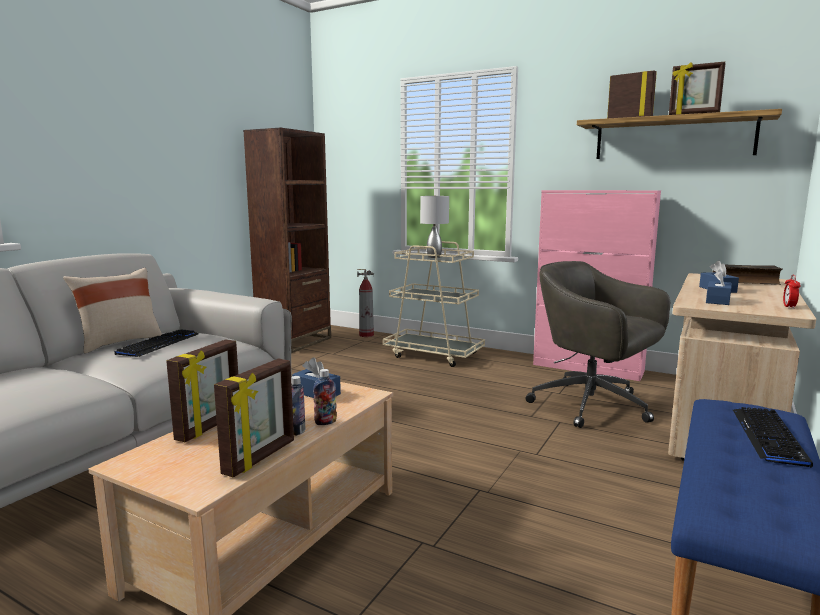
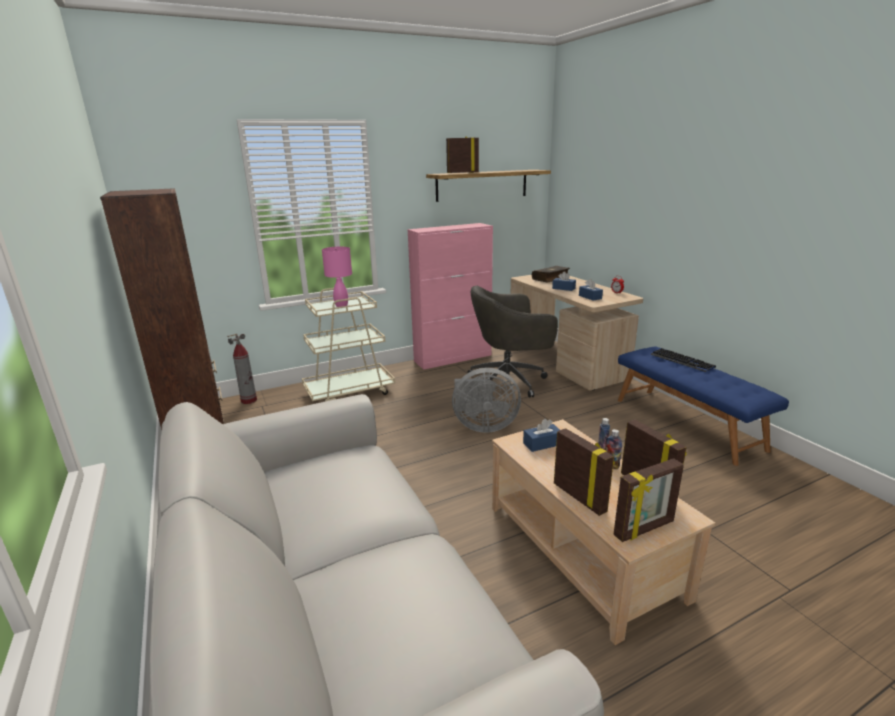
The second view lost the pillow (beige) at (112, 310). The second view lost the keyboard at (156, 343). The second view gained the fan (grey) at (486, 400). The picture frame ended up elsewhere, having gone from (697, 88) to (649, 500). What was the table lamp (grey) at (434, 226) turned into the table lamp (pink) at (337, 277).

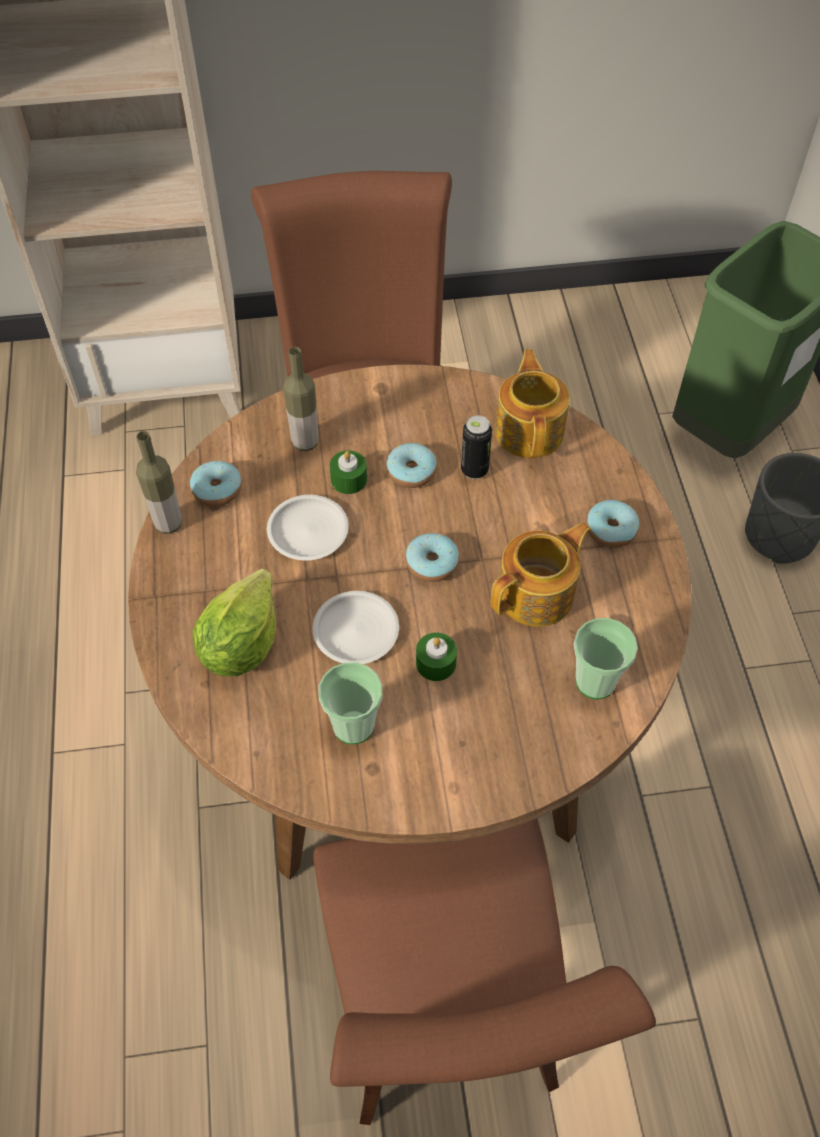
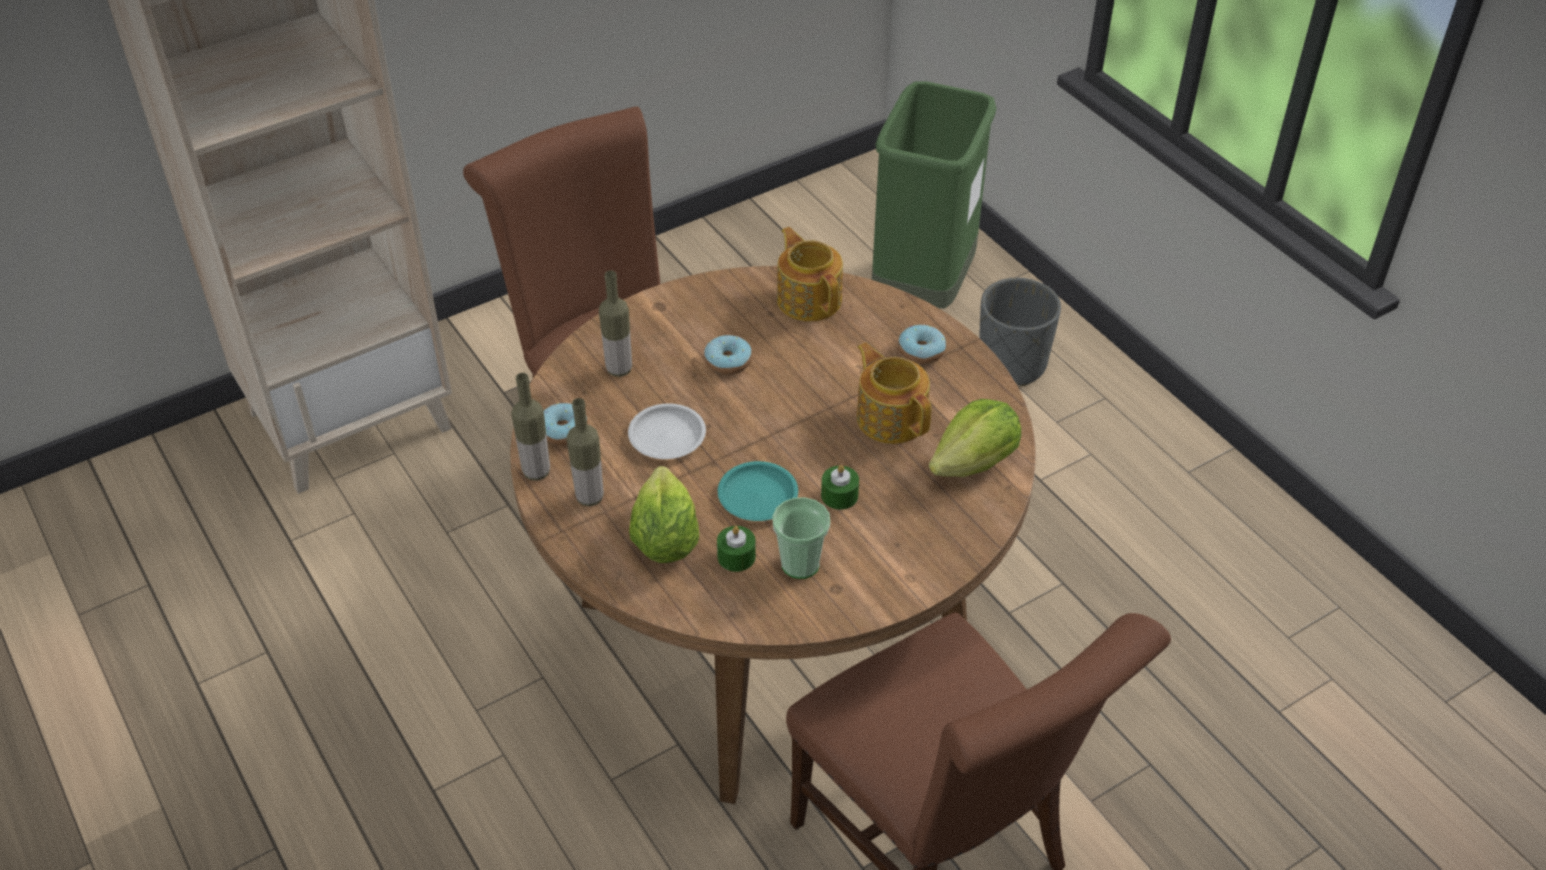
The second view lost the donut at (432, 557). The second view lost the can at (476, 447). The second view gained the bottle at (585, 452). The candle (green) ended up elsewhere, having gone from (348, 472) to (736, 549). Where the cup stood at (606, 658), the lettuce came to stand at (975, 438). What was the plate (white) at (356, 627) turned into the plate (turquoise) at (758, 491). The teapot at (541, 574) ended up facing another way, 60 degrees counterclockwise from before.

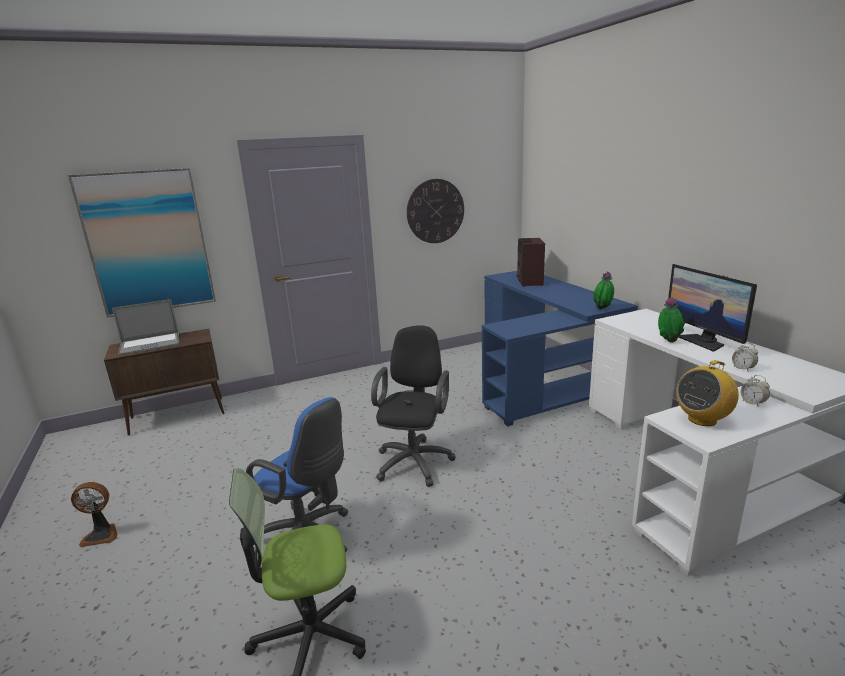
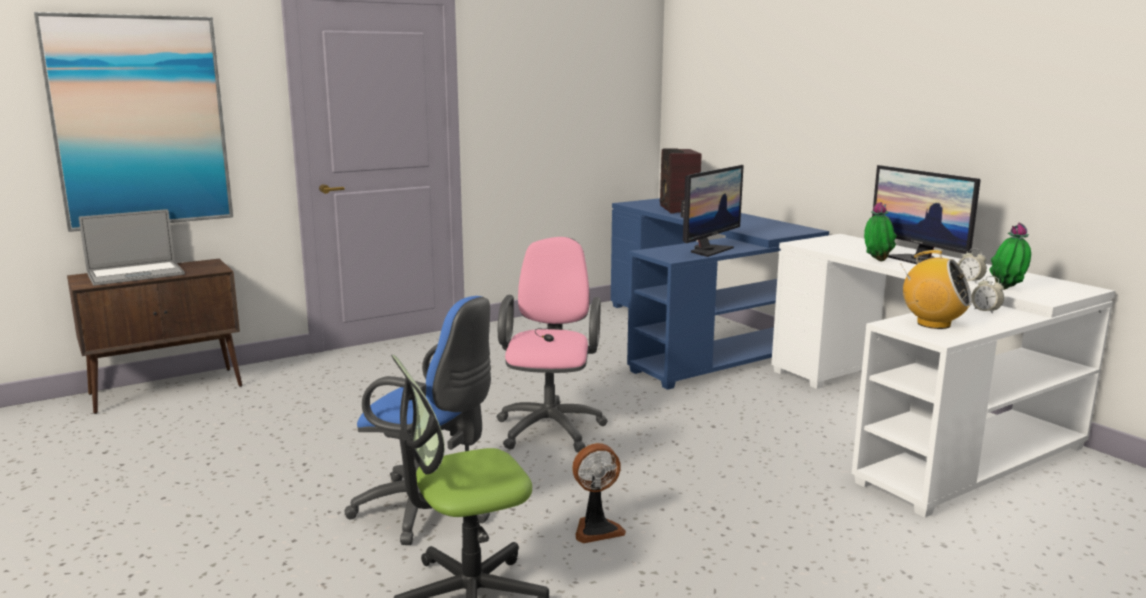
The second view lost the wall clock at (435, 211). The second view gained the monitor at (712, 211). The fan ended up elsewhere, having gone from (94, 514) to (599, 493). The potted plant ended up elsewhere, having gone from (603, 290) to (1010, 256). What was the office chair (black) at (413, 406) turned into the office chair (pink) at (552, 344). The radio at (707, 393) ended up facing another way, 105 degrees counterclockwise from before.

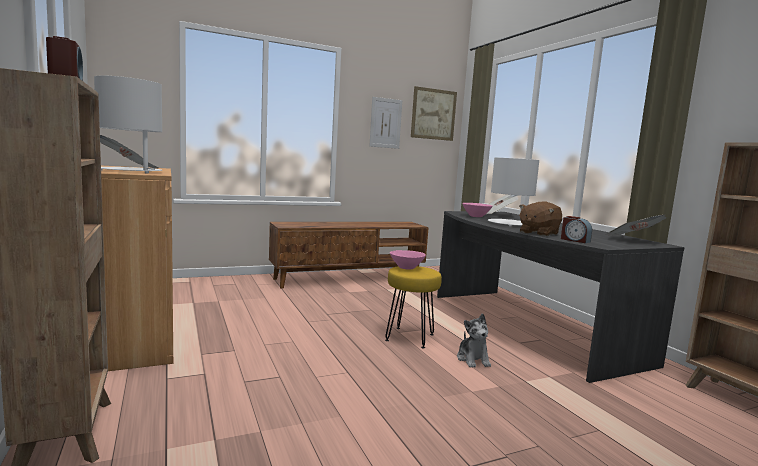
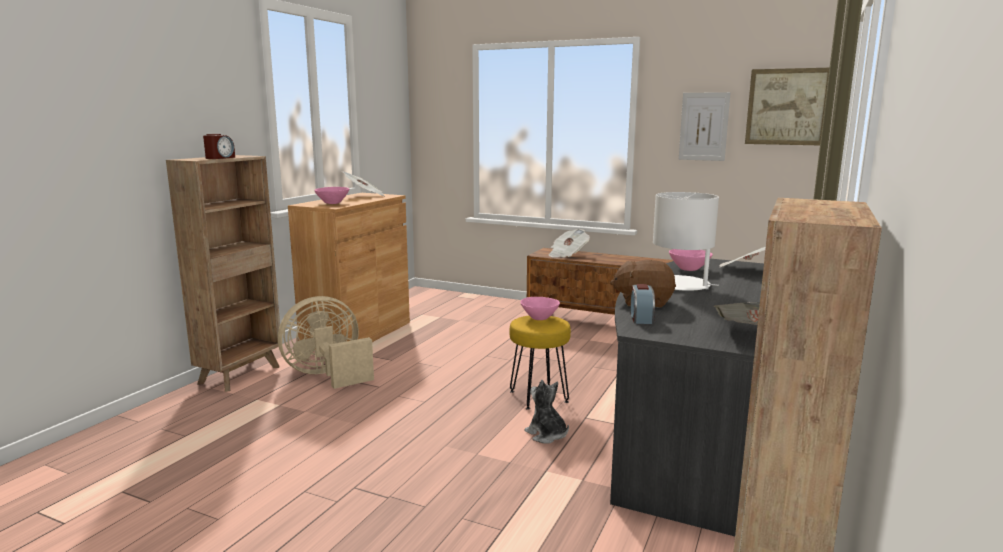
The second view gained the fan (beige) at (326, 342). The second view gained the newspaper at (569, 243). Where the table lamp (white) stood at (128, 124), the bowl (pink) came to stand at (331, 195). The plush toy at (474, 341) ended up facing another way, 105 degrees clockwise from before.

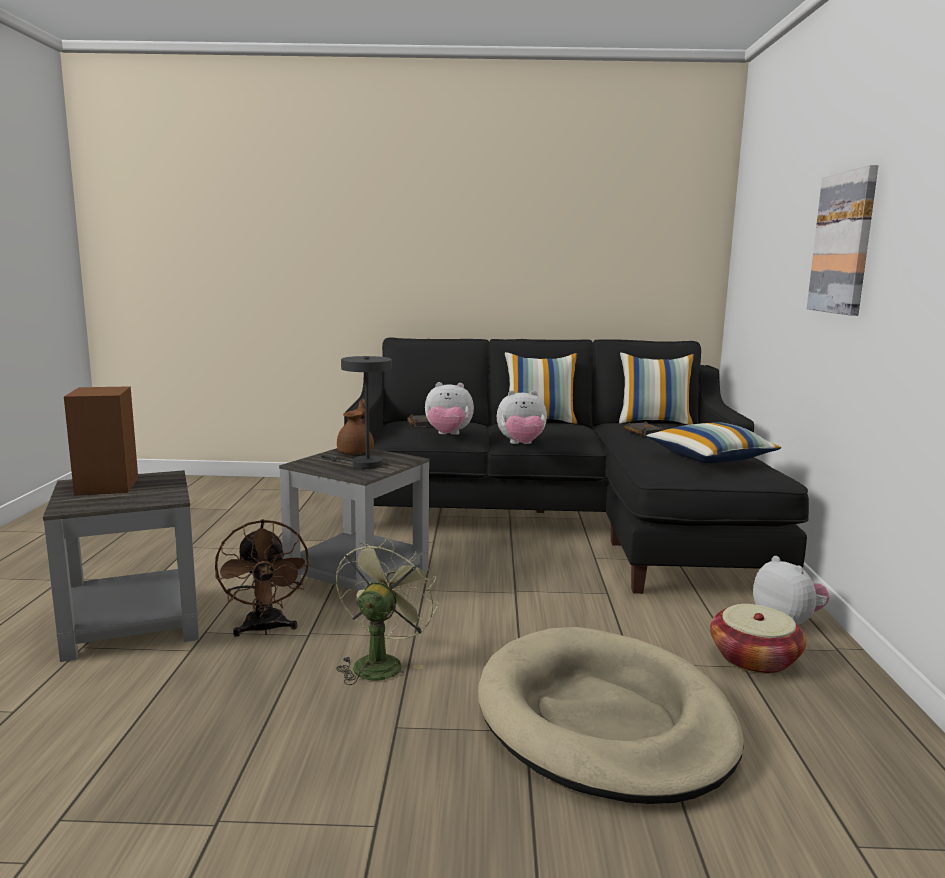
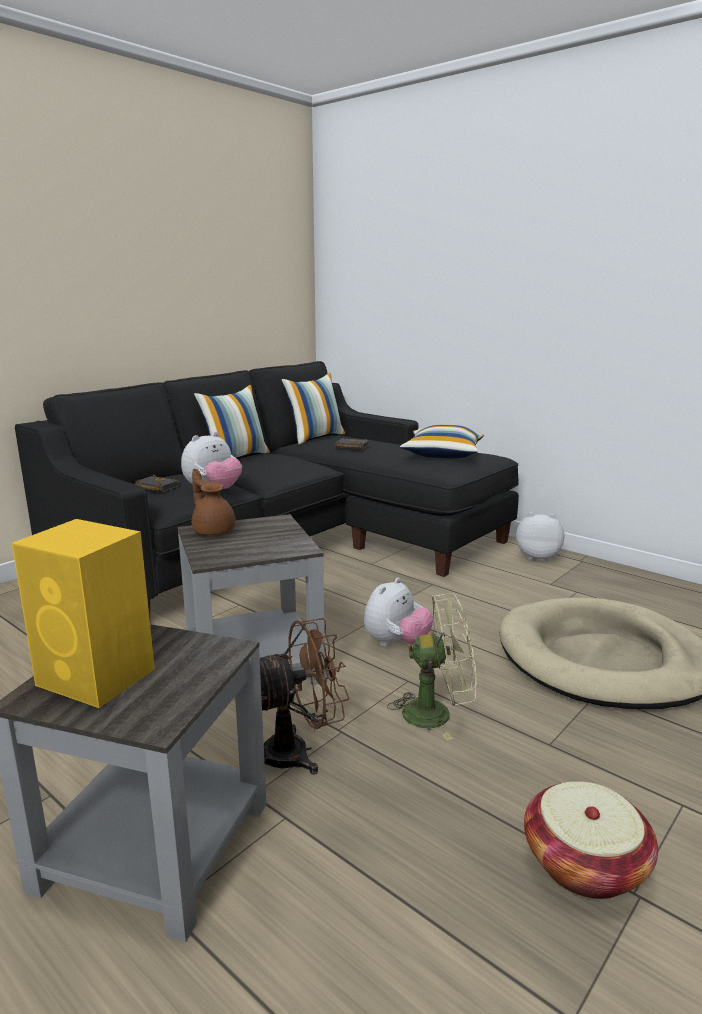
The second view lost the table lamp (grey) at (356, 412). The second view lost the picture at (842, 240). The plush toy ended up elsewhere, having gone from (522, 417) to (398, 612). The basket ended up elsewhere, having gone from (758, 639) to (591, 840). What was the speaker (brown) at (101, 441) turned into the speaker (yellow) at (83, 613). The fan (brown) at (262, 578) ended up facing another way, 45 degrees counterclockwise from before. The fan (green) at (387, 611) ended up facing another way, 120 degrees clockwise from before.

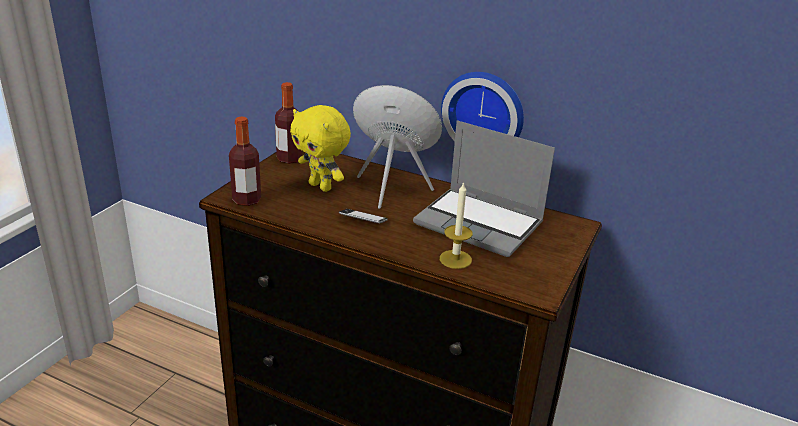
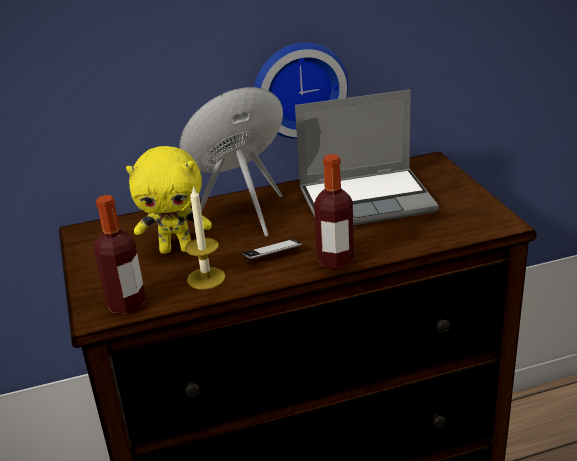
The bottle ended up elsewhere, having gone from (288, 123) to (334, 211). The candle ended up elsewhere, having gone from (456, 225) to (205, 237).

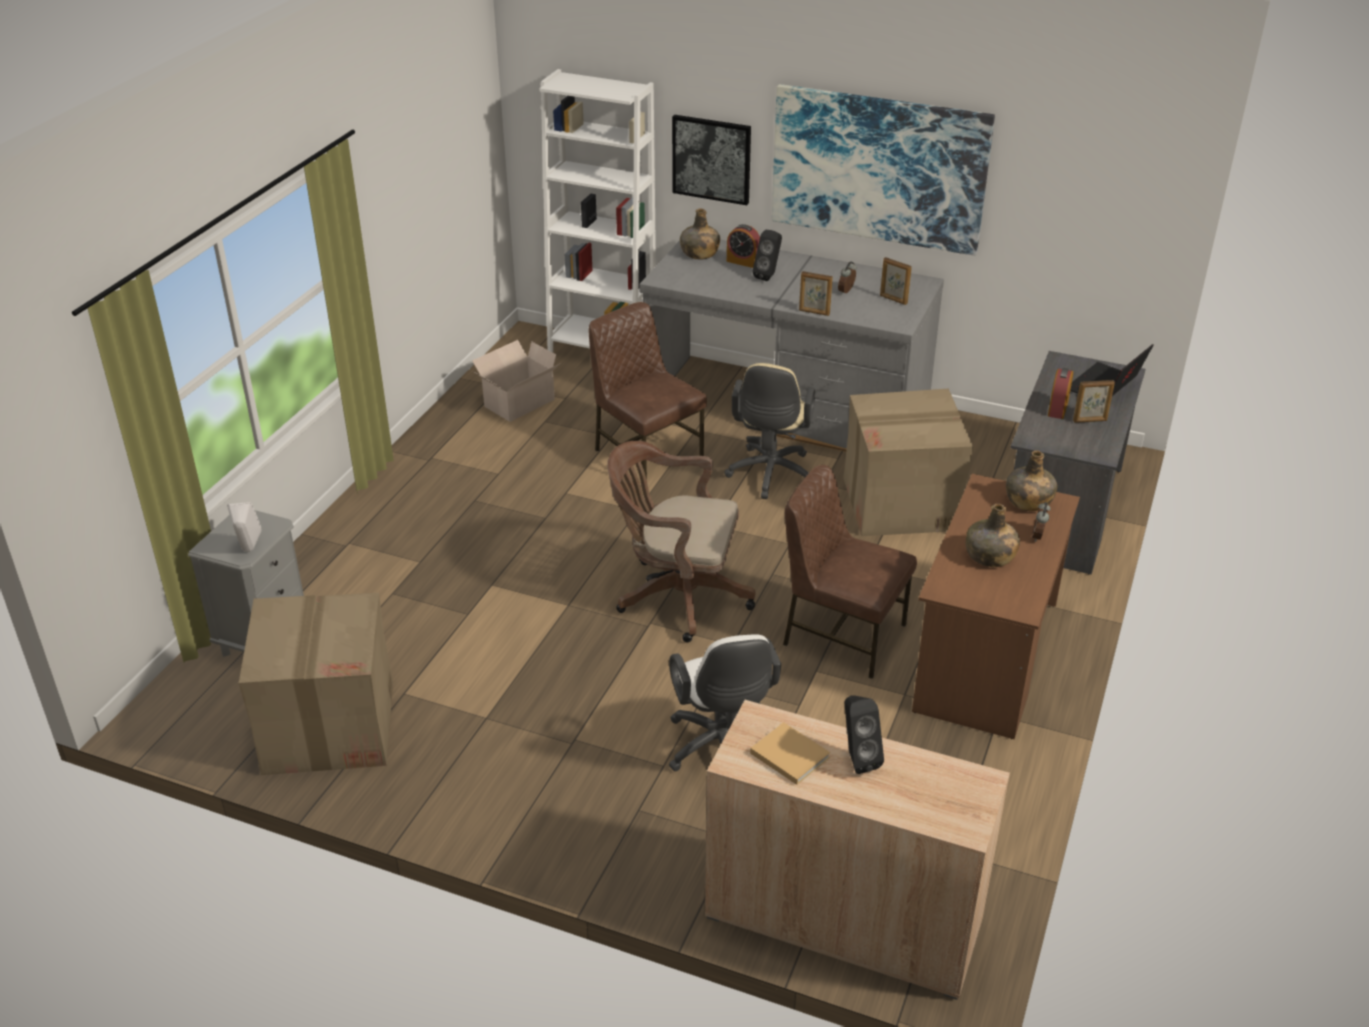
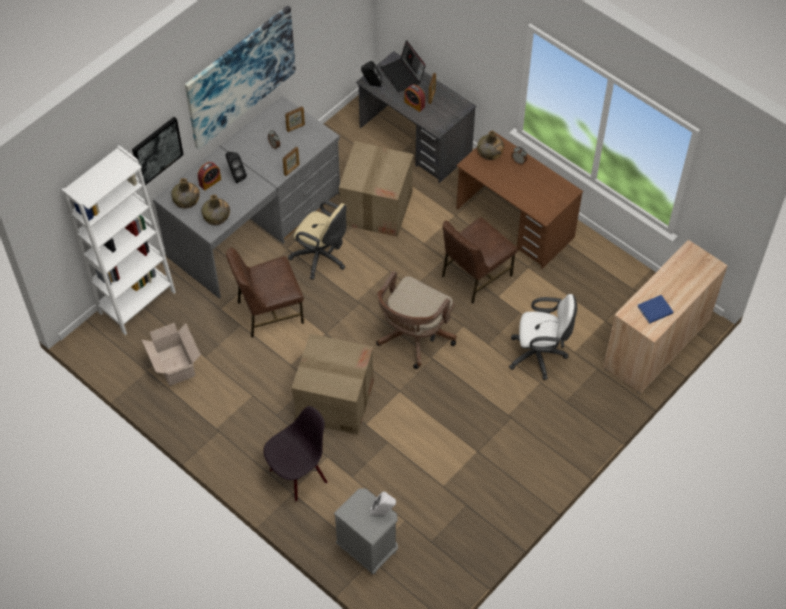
The second view gained the chair (black) at (295, 454). The cardboard box ended up elsewhere, having gone from (316, 684) to (332, 384). The speaker (black) ended up elsewhere, having gone from (864, 734) to (372, 74). The bottle (green) ended up elsewhere, having gone from (993, 535) to (215, 209). What was the book (beige) at (790, 753) turned into the book (blue) at (655, 309).

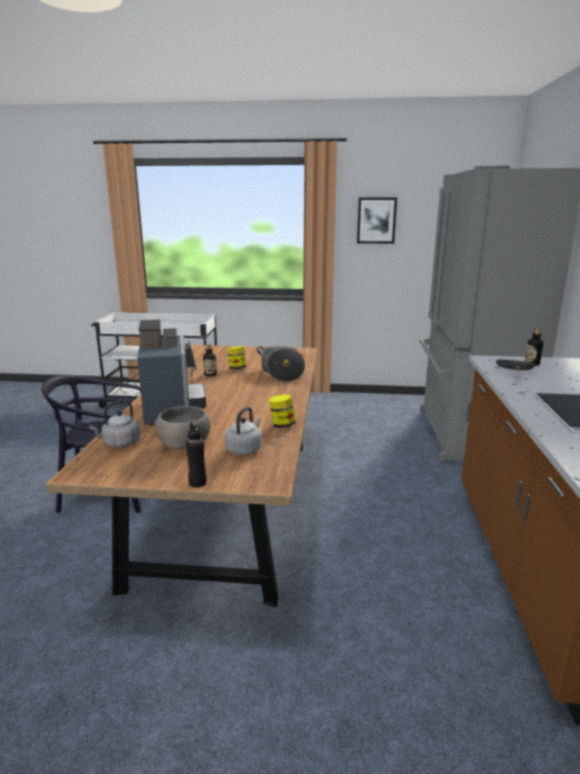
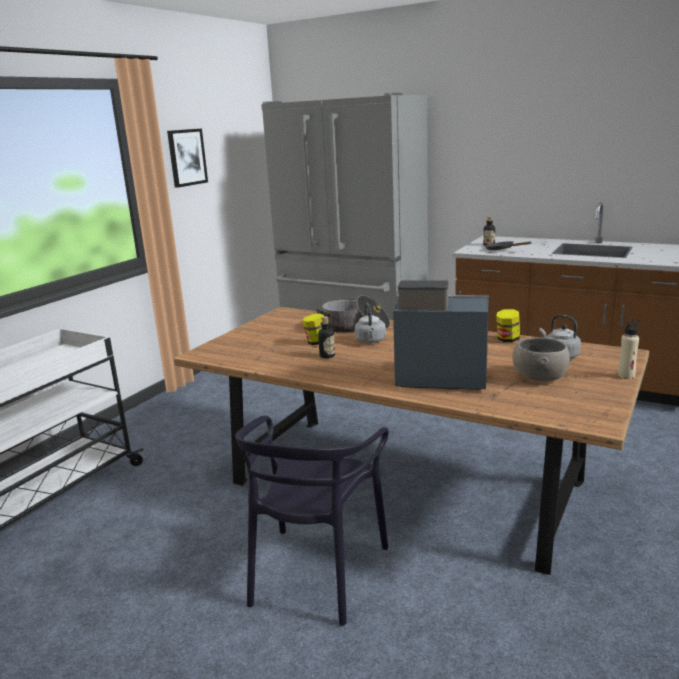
The kettle (grey) ended up elsewhere, having gone from (114, 424) to (370, 323). What was the bottle (black) at (196, 455) turned into the bottle (beige) at (628, 349).

